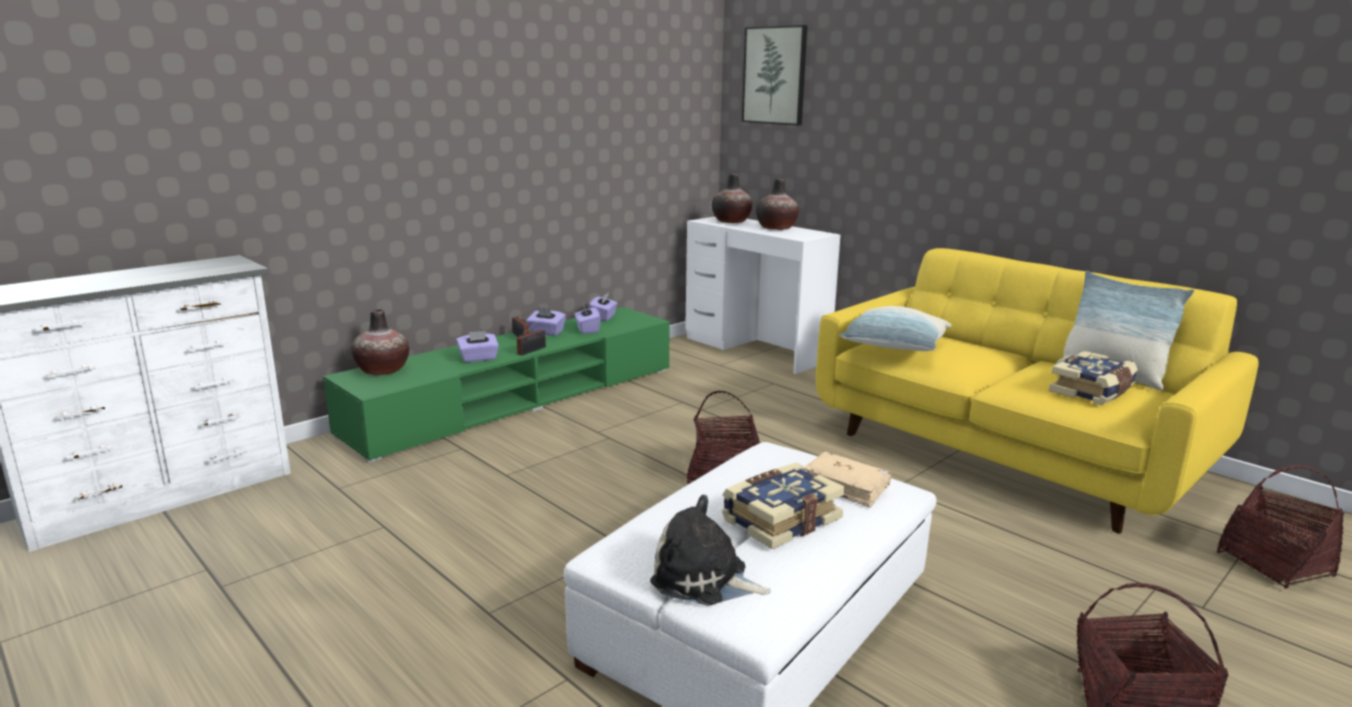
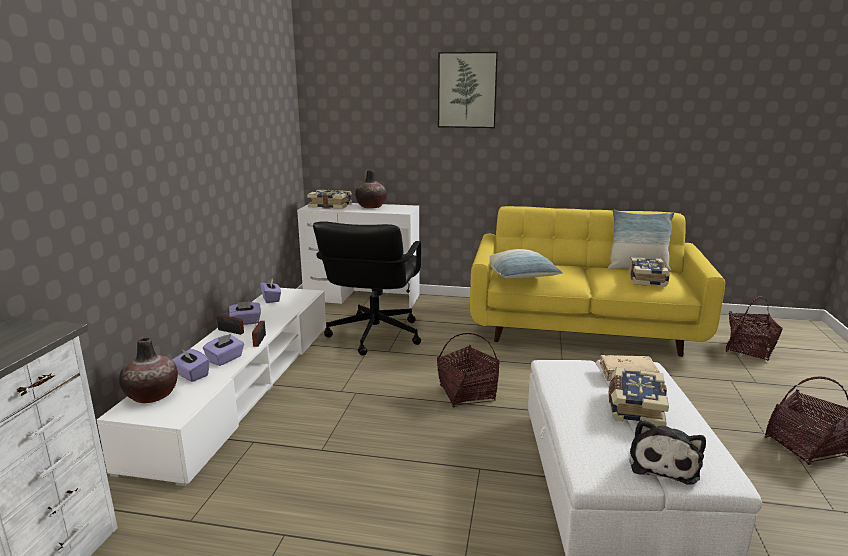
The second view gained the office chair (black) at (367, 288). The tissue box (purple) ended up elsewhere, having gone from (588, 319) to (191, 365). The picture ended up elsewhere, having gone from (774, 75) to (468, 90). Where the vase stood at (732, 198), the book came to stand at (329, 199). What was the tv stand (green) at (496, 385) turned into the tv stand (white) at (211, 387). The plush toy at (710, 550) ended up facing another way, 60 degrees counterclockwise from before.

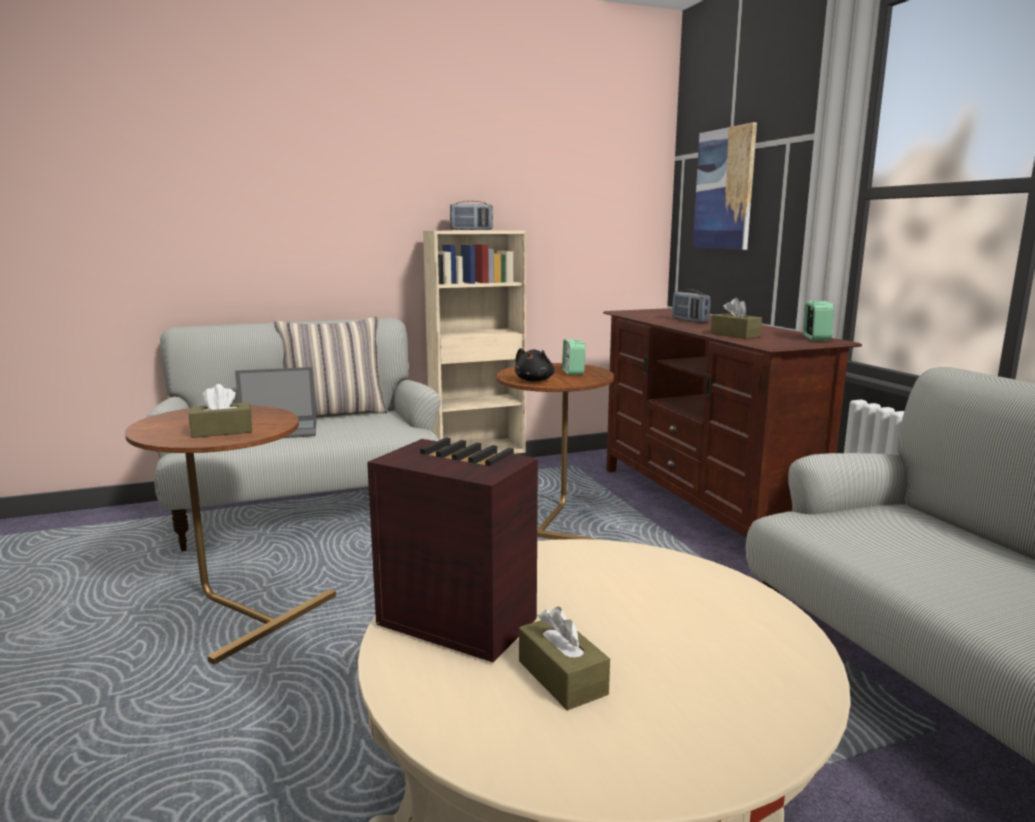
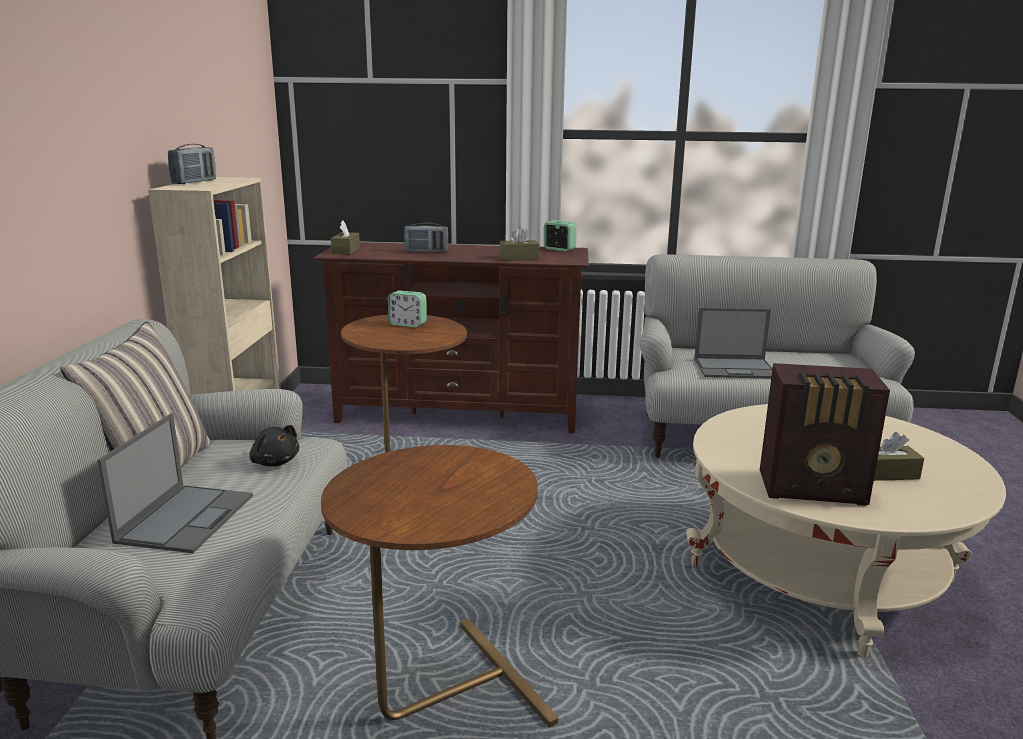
The second view lost the picture at (725, 186). The second view gained the laptop at (733, 343). The tissue box (brown) ended up elsewhere, having gone from (220, 411) to (345, 237). The plush toy (black) ended up elsewhere, having gone from (535, 365) to (274, 445). The radio at (452, 550) ended up facing another way, 135 degrees counterclockwise from before.

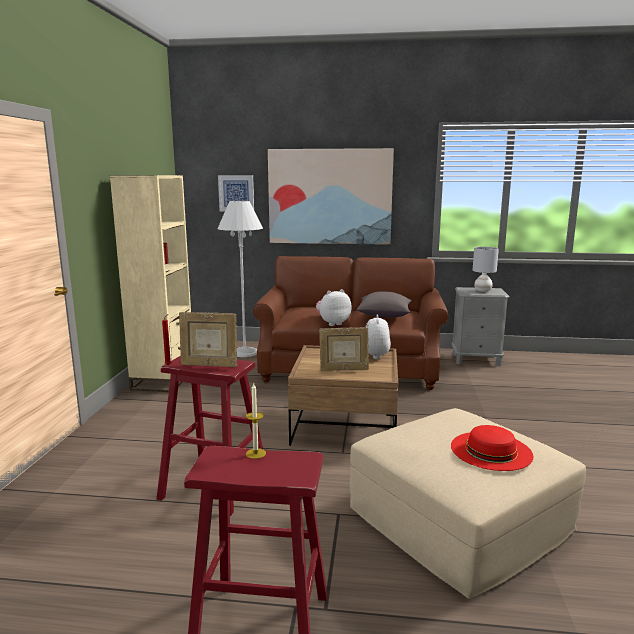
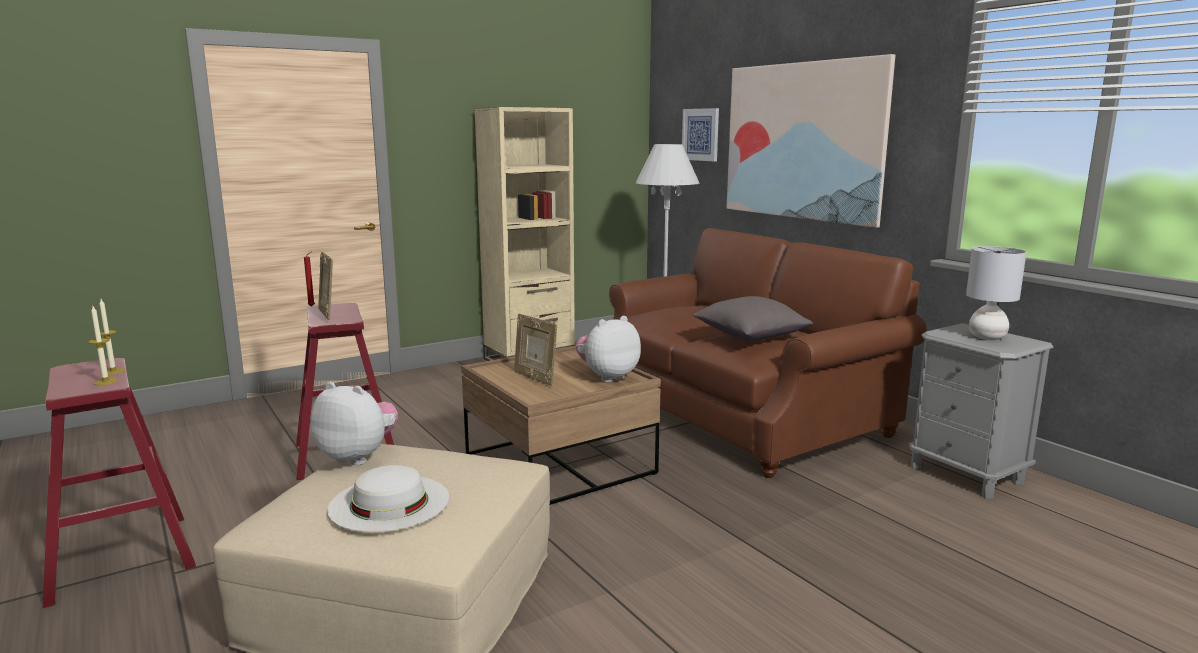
The second view gained the candle at (103, 345). The plush toy ended up elsewhere, having gone from (333, 307) to (354, 423). What was the hat (red) at (492, 448) turned into the hat (white) at (388, 498).

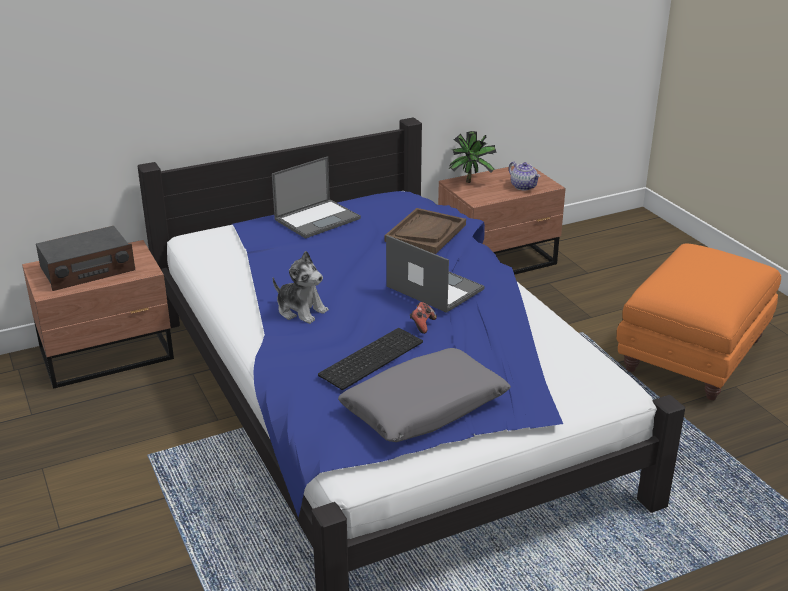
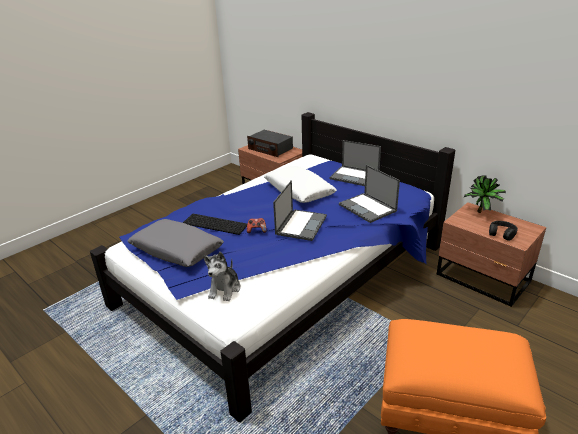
The second view gained the pillow (white) at (300, 184). The plush toy ended up elsewhere, having gone from (301, 287) to (221, 276). Where the tray (brown) stood at (425, 231), the laptop came to stand at (369, 194). Where the teapot stood at (525, 175), the headphones (black) came to stand at (503, 231).

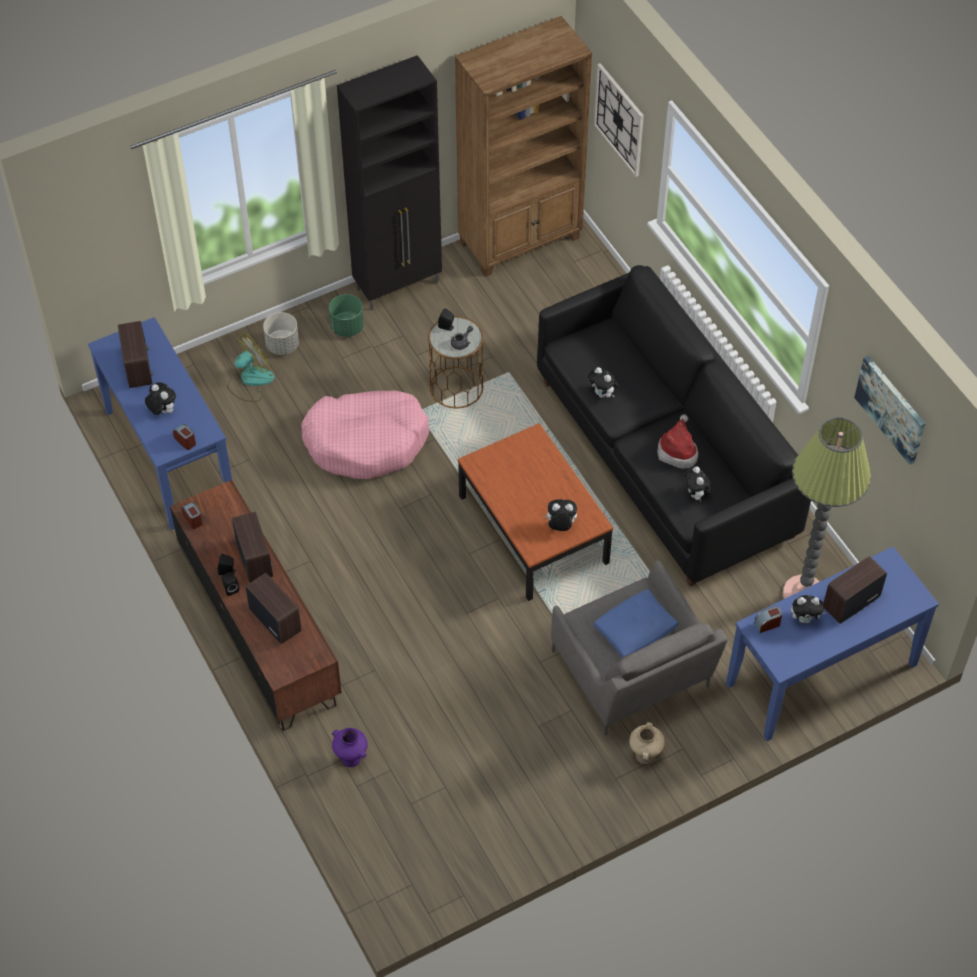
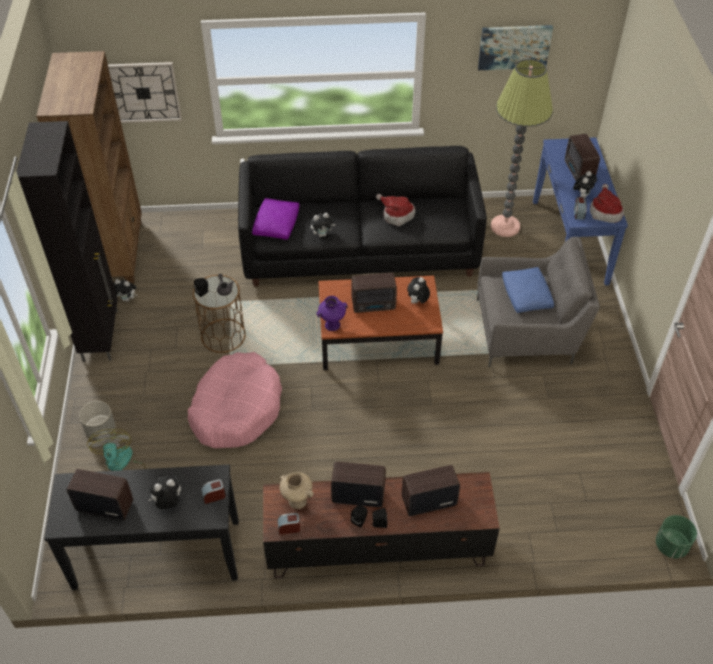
The second view gained the pillow (purple) at (275, 219). The second view gained the radio at (374, 293). The second view gained the hat at (607, 203). The planter (green) ended up elsewhere, having gone from (346, 315) to (676, 537). The vase (purple) ended up elsewhere, having gone from (349, 747) to (332, 313). The vase (beige) ended up elsewhere, having gone from (647, 743) to (296, 490). The plush toy ended up elsewhere, having gone from (698, 484) to (125, 290). What was the console table (blue) at (160, 423) turned into the console table (black) at (141, 527).

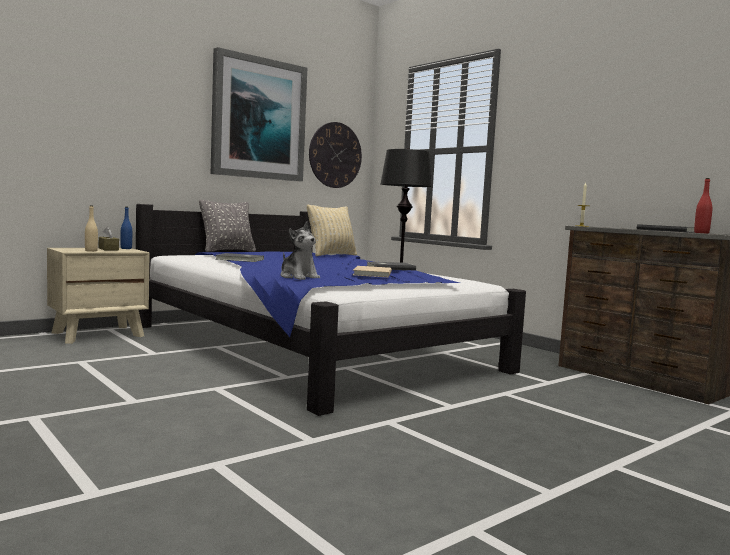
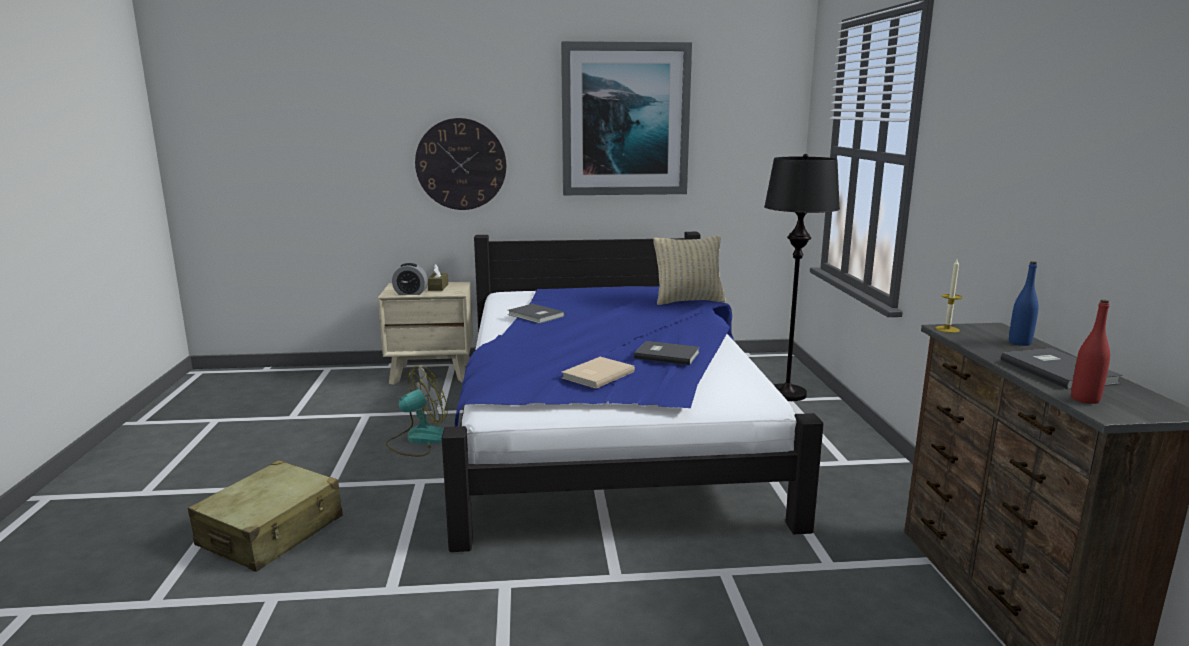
The second view lost the pillow (grey) at (227, 226). The second view lost the plush toy at (300, 251). The second view gained the suitcase (beige) at (265, 516). The second view gained the fan at (416, 411). The bottle (blue) ended up elsewhere, having gone from (126, 228) to (1024, 303). The wall clock ended up elsewhere, having gone from (335, 155) to (460, 164). Where the bottle (beige) stood at (91, 228), the alarm clock came to stand at (410, 279).

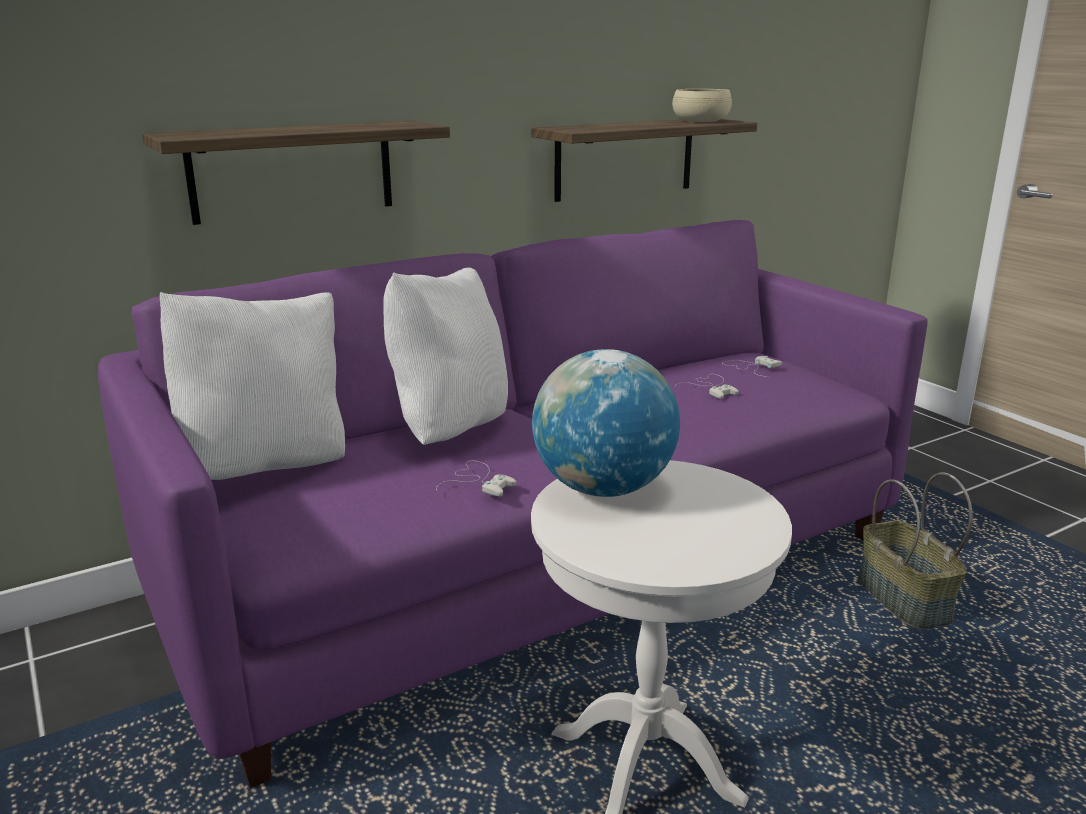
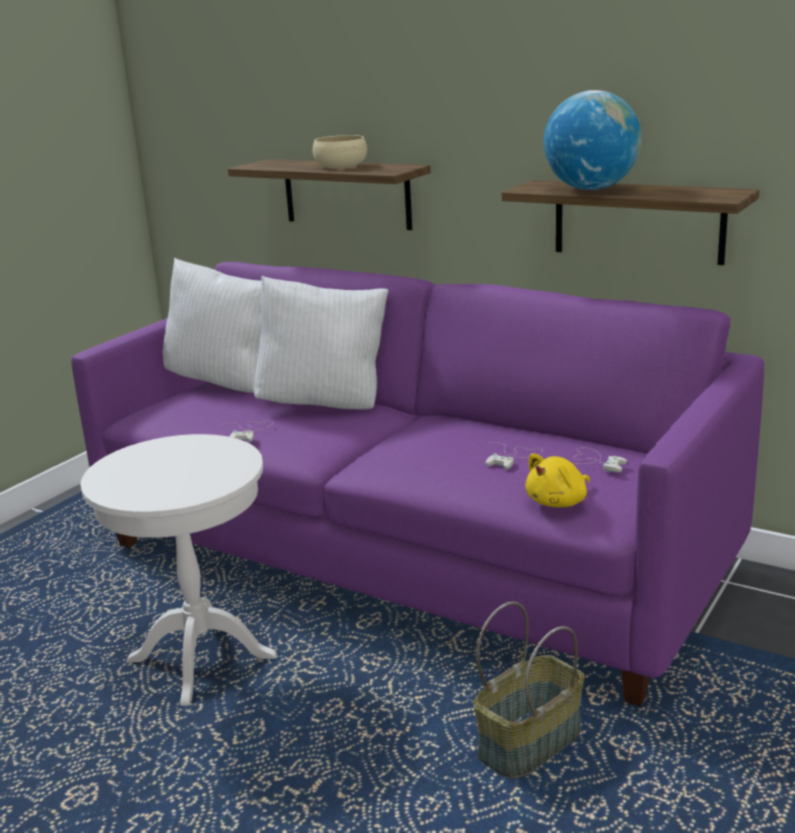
The second view gained the plush toy (yellow) at (557, 480). The globe ended up elsewhere, having gone from (606, 423) to (592, 140). The bowl (beige) ended up elsewhere, having gone from (702, 105) to (340, 152).

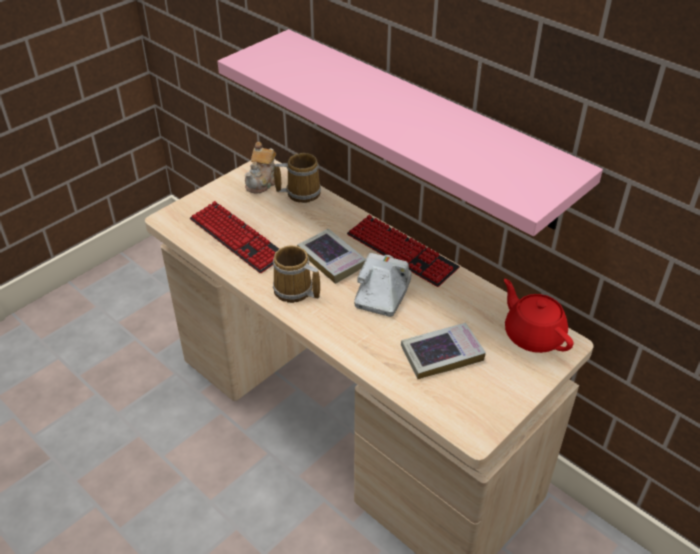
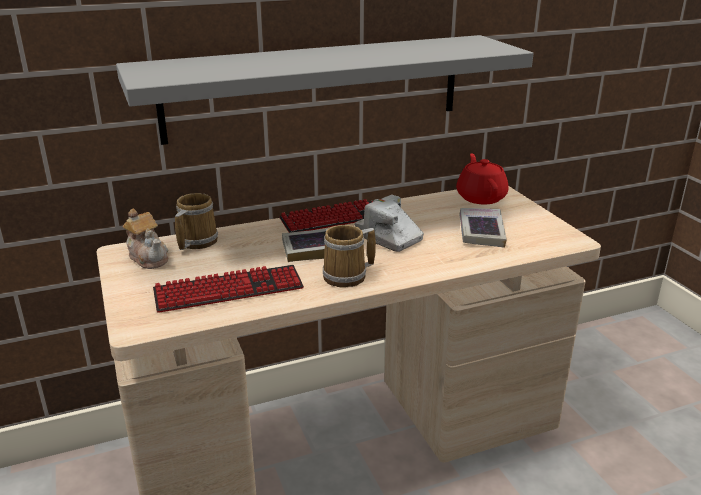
What was the shelf (pink) at (410, 132) turned into the shelf (grey) at (325, 90). The teapot (red) at (538, 316) ended up facing another way, 90 degrees clockwise from before.

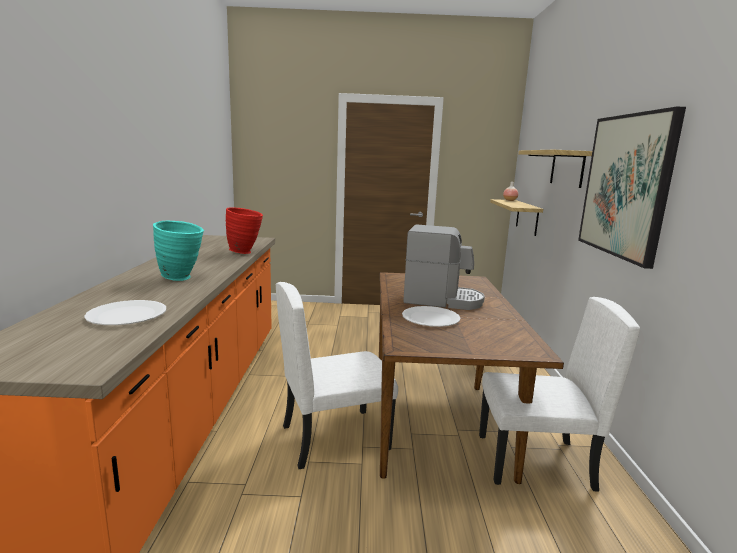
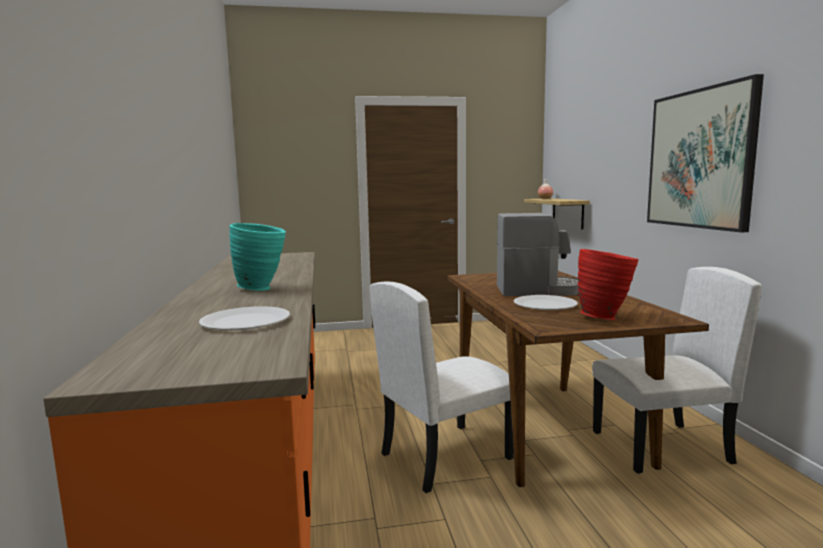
The second view lost the shelf at (555, 169). The vase (red) ended up elsewhere, having gone from (244, 230) to (608, 284).

